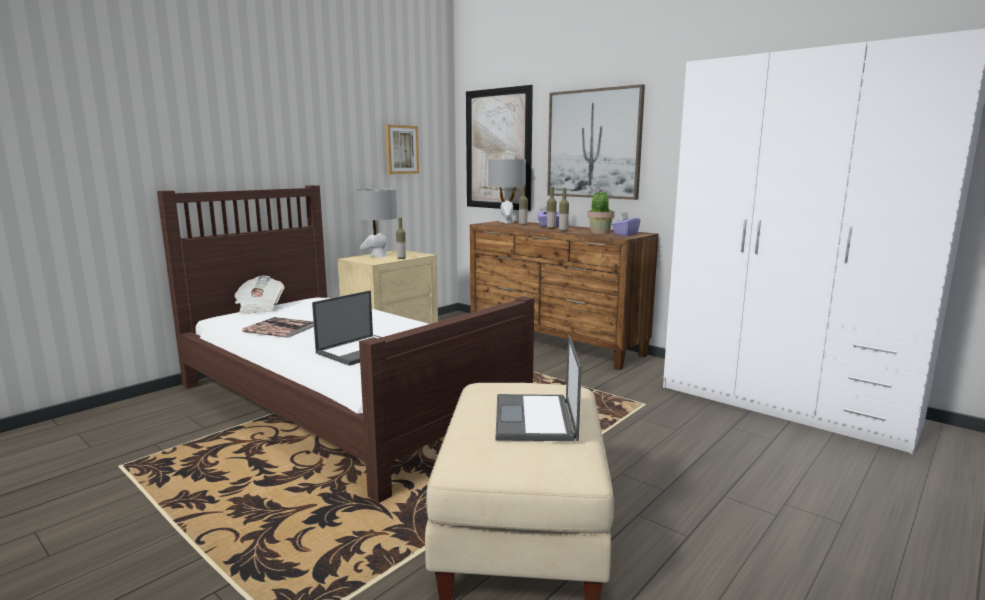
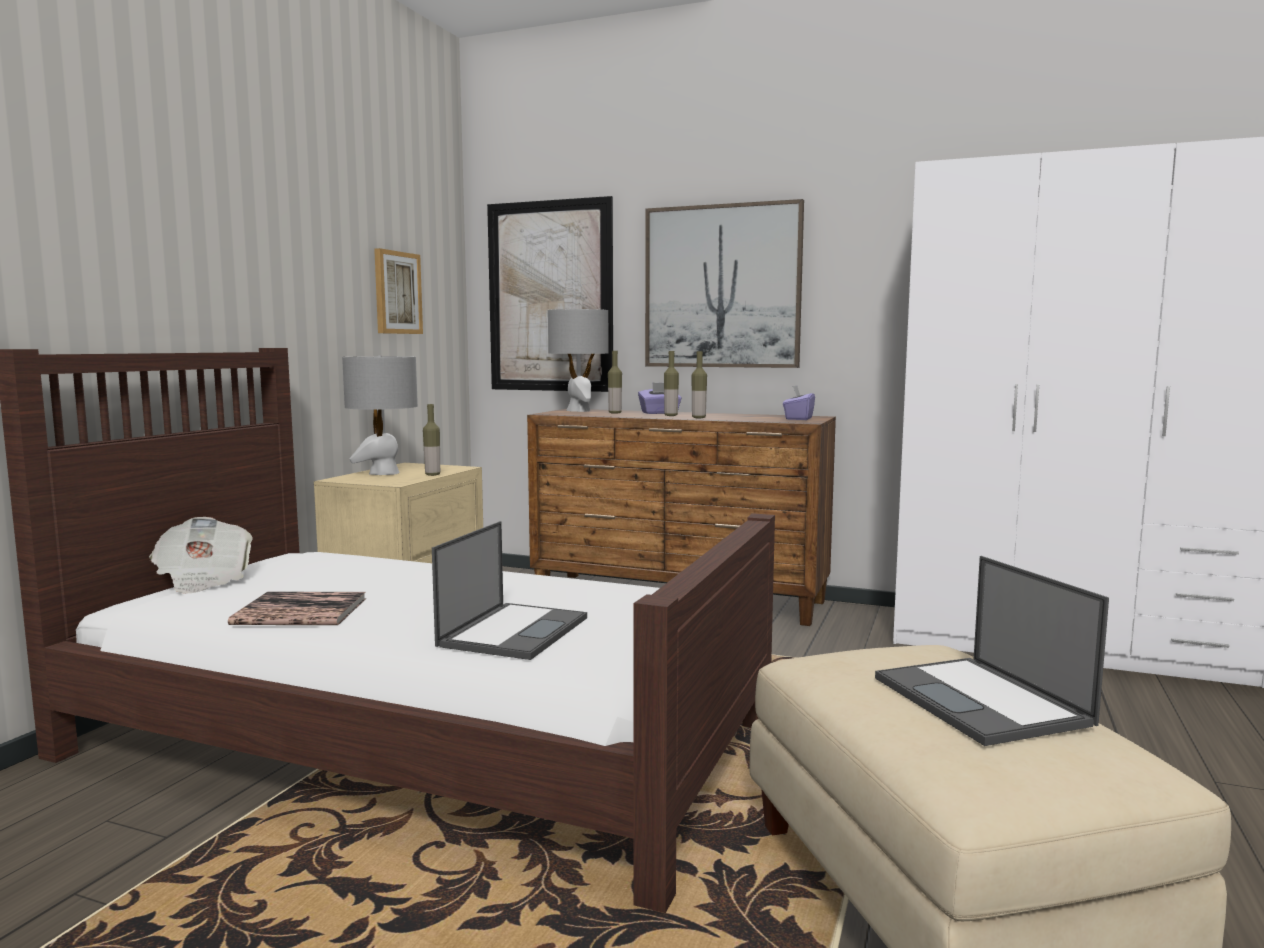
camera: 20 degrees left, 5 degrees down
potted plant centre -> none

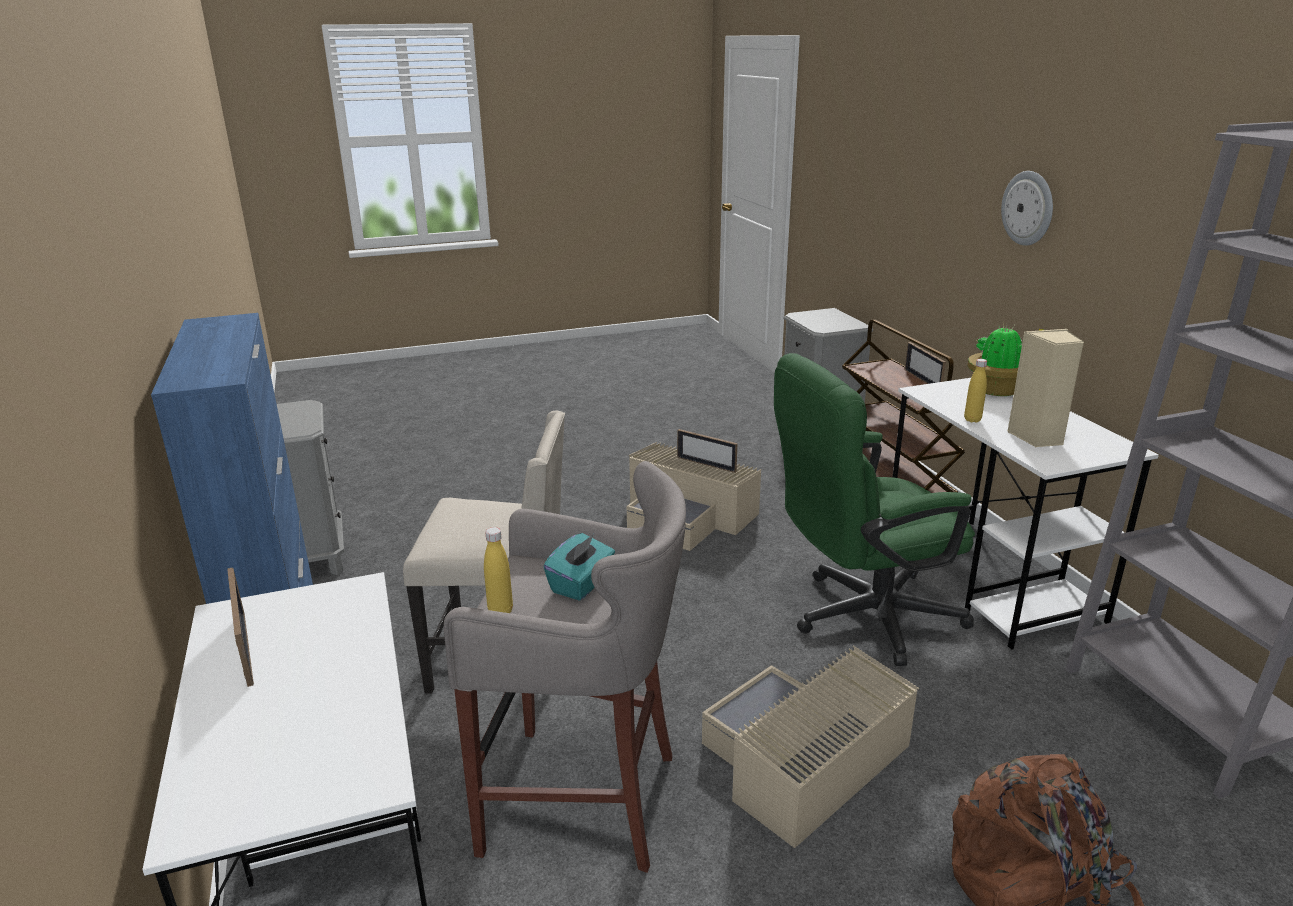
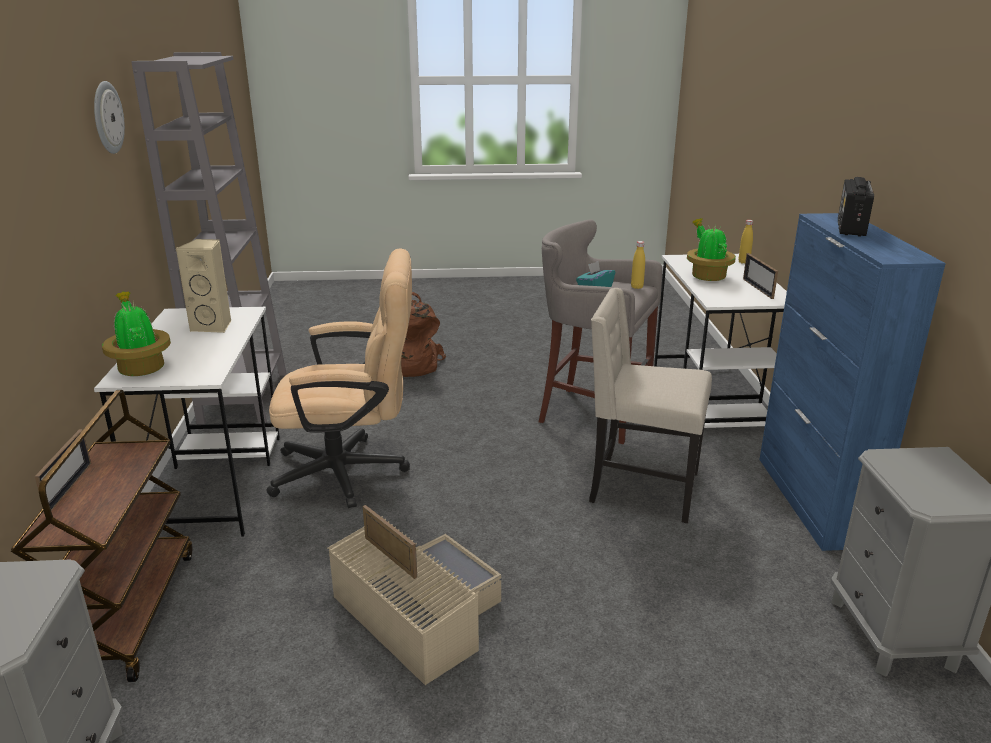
camera: 165 degrees left, 0 degrees up
clock on the wall top right -> clock on the wall top left, relocated
office chair (green-coloured) middle right -> office chair (sand-coloured) centre
beverage bottle (yellow-coloured) (no. 2 from left) middle right -> beverage bottle (yellow-coloured) (no. 2 from left) top right, relocated
storage container (sand-coloured) (no. 2 from left) bottom centre -> none
none -> radio receiver top right
none -> potted plant (no. 2 from left) middle right

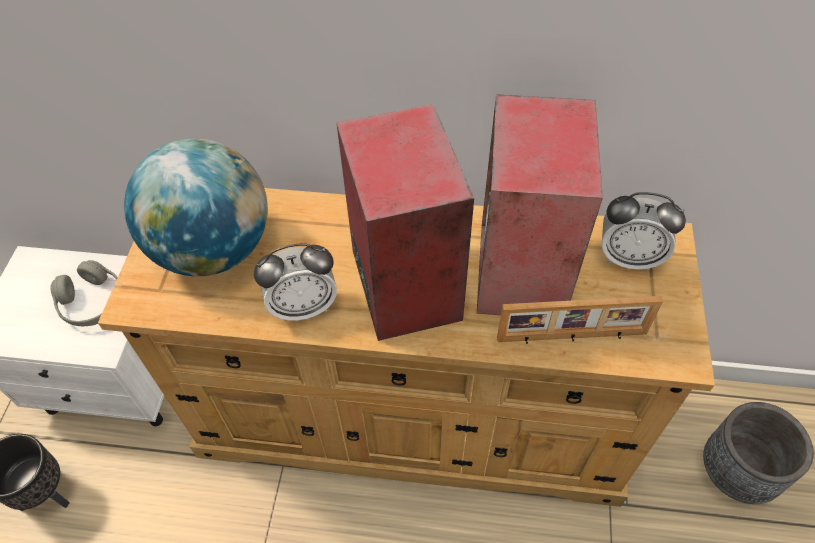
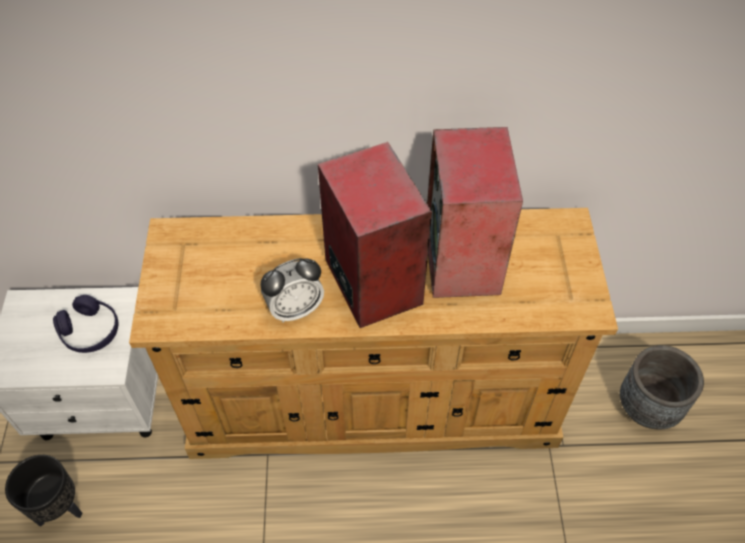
camera: 10 degrees left, 0 degrees up
world globe middle left -> none
alarm clock (no. 2 from left) middle right -> none
headset (grey) middle left -> headset (purple-coloured) middle left
picture frame middle right -> none

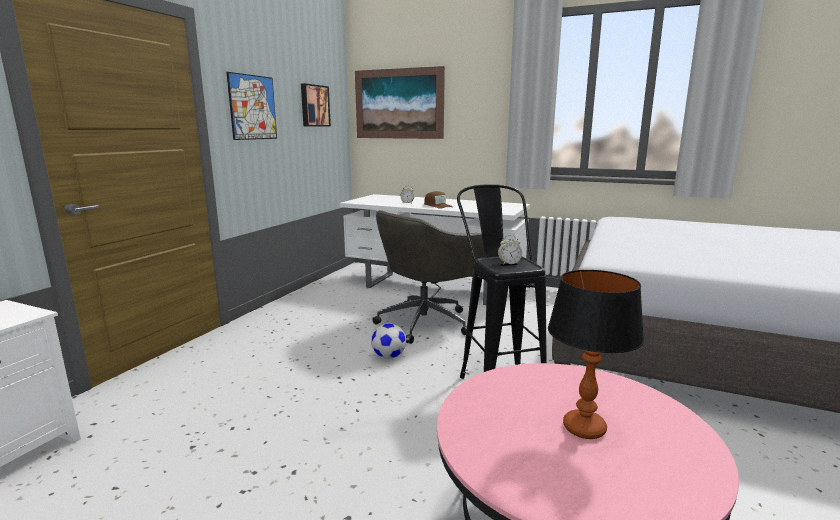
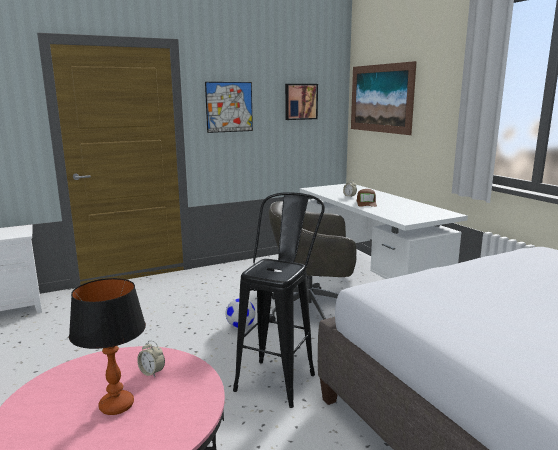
camera: 40 degrees right, 0 degrees up
alarm clock (no. 2 from left in the first image) centre -> alarm clock (no. 1 from left) bottom left, relocated

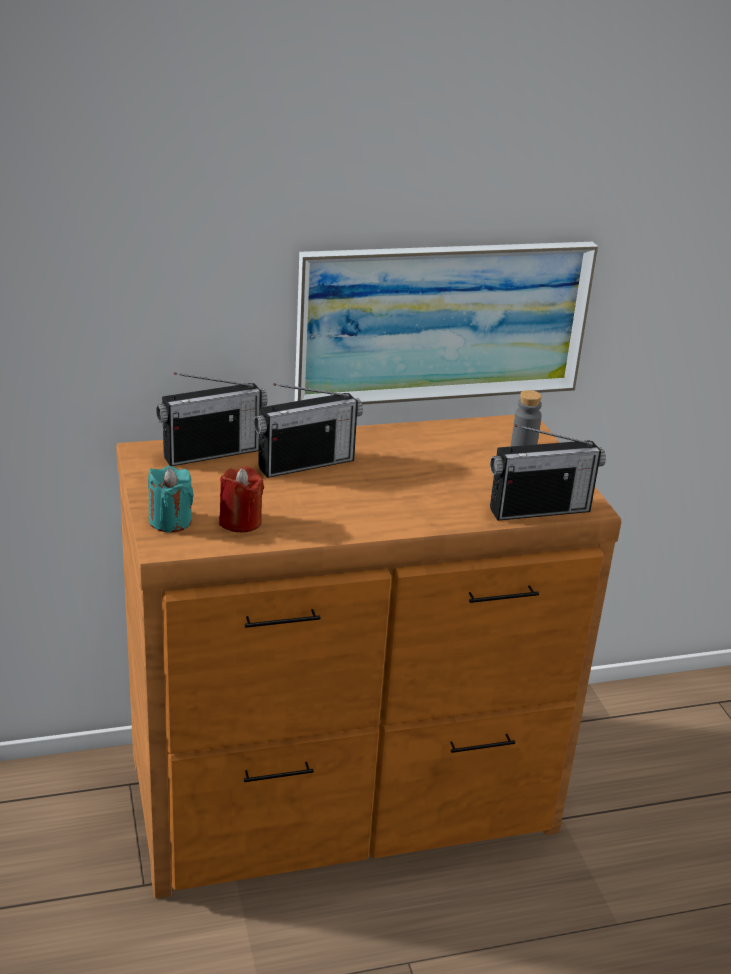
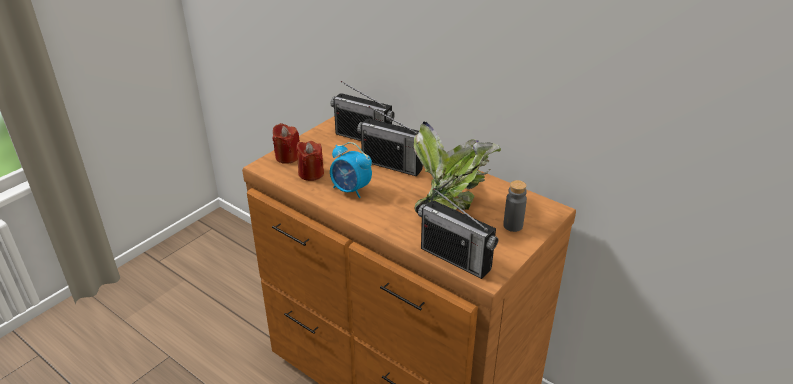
camera: 55 degrees right, 5 degrees up
picture top centre -> none
wax candle (turquoise-coloured) middle left -> wax candle (reddish) (no. 1 from left) centre
none -> potted plant centre
none -> alarm clock centre

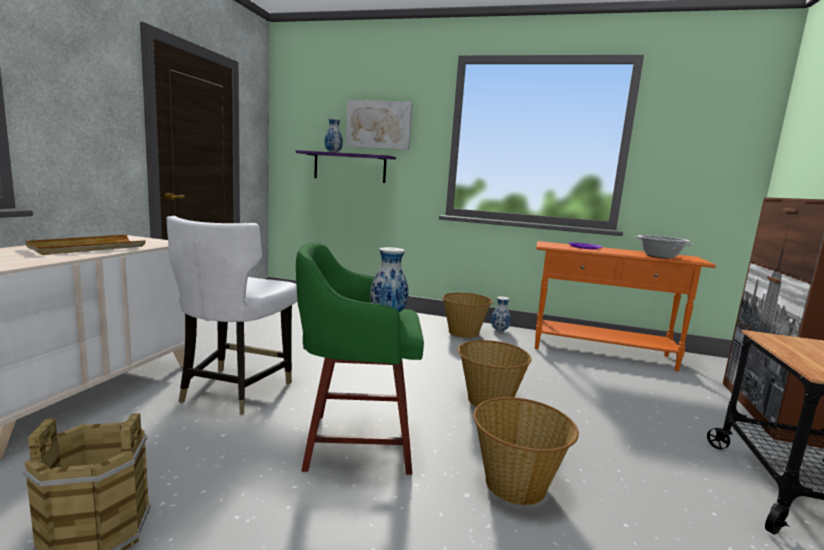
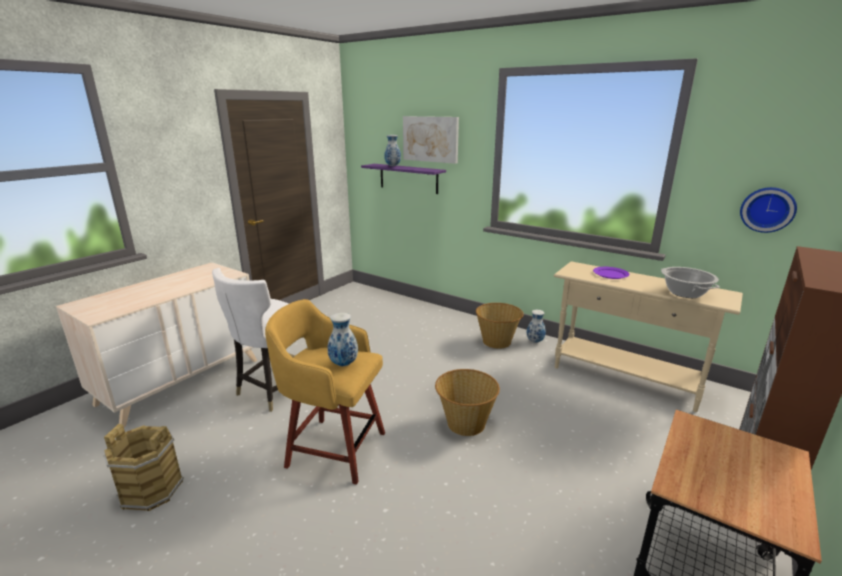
camera: 20 degrees right, 10 degrees up
tray (sand-coloured) middle left -> none
hall table (orangey) middle right -> hall table (sand-coloured) middle right
stool seat (green-coloured) centre -> stool seat (yellow-coloured) bottom centre
household basket (no. 3 from left) bottom centre -> none
none -> clock on the wall middle right

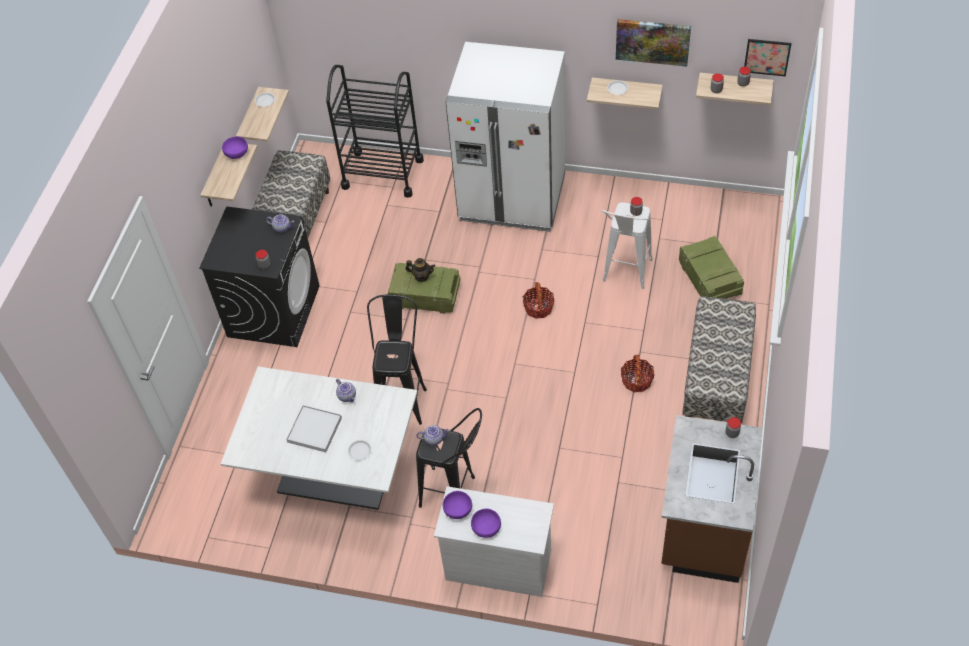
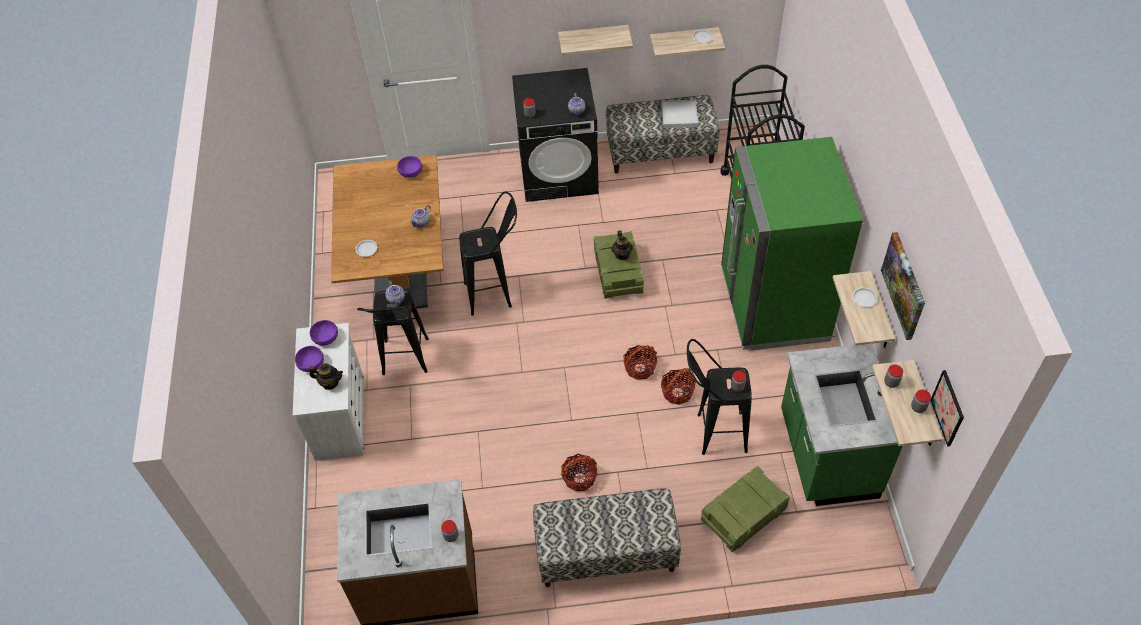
camera: 70 degrees right, 0 degrees up
fridge (whitish) top centre -> fridge (green-coloured) middle right
deep dish (purple-coloured) (no. 1 from left in the first image) top left -> deep dish (purple-coloured) (no. 3 from left) top centre, relocated
stool seat (whitish) centre -> stool seat (black-coloured) (no. 3 from left) centre
dinner table (whitish) bottom left -> dinner table (brown-coloured) centre
tray (whitish) middle left -> tray (whitish) top centre, relocated
none -> counter (green-coloured) bottom right
none -> teapot (no. 1 from left) middle left
none -> household basket (no. 3 from left) centre

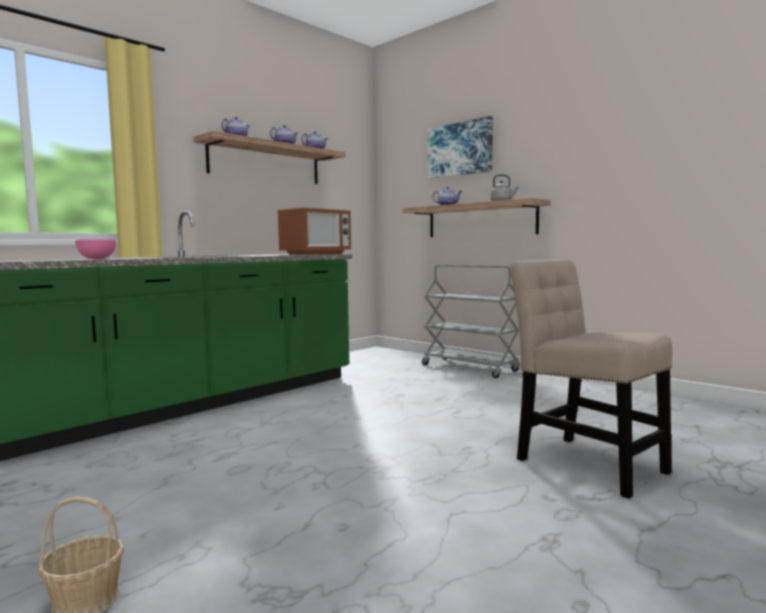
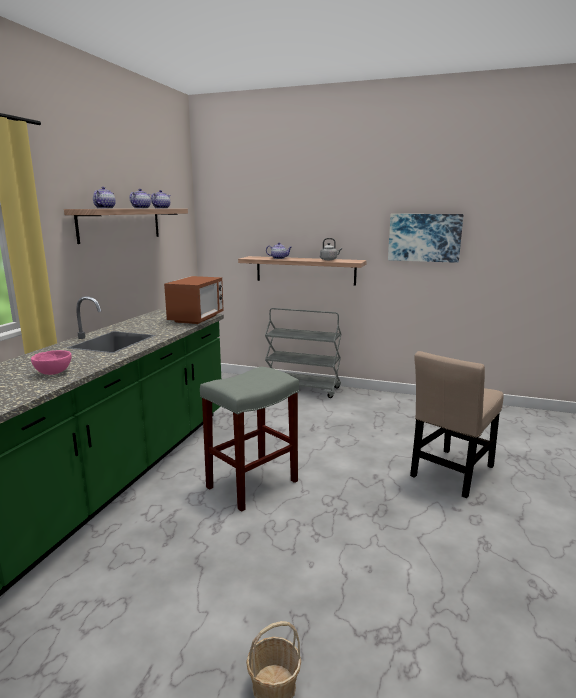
camera: 25 degrees left, 10 degrees up
picture top centre -> picture middle right, relocated
chair (sand-coloured) middle right, 75 degrees counterclockwise
none -> stool seat (grey) centre

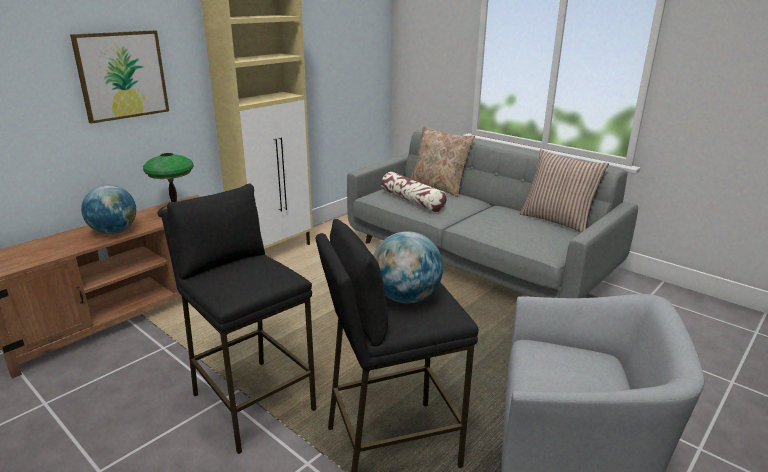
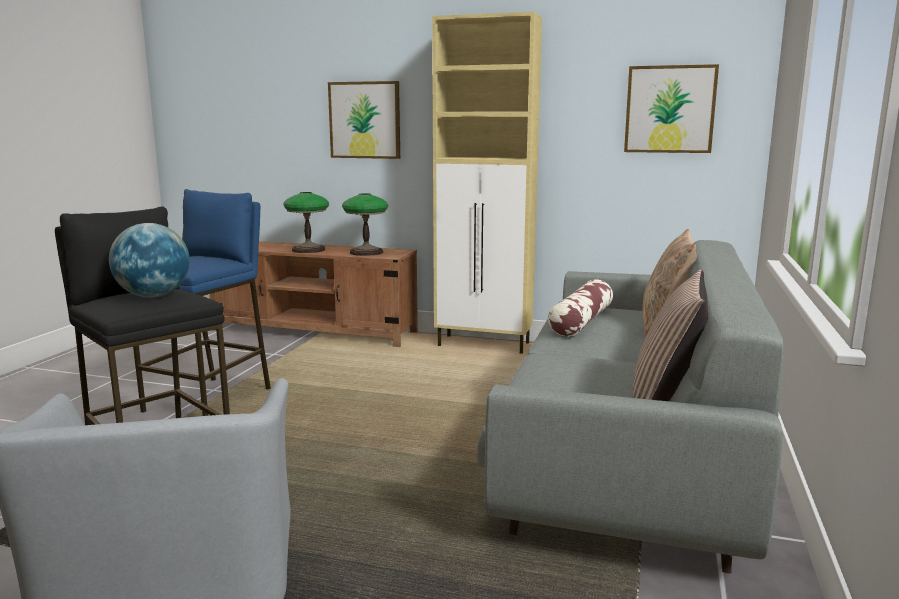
camera: 65 degrees right, 10 degrees down
stool seat (black-coloured) (no. 1 from left) bottom left -> stool seat (blue-coloured) middle left
world globe (no. 1 from left) middle left -> lamp for a table (no. 1 from left) centre
none -> picture (no. 2 from left) top right

